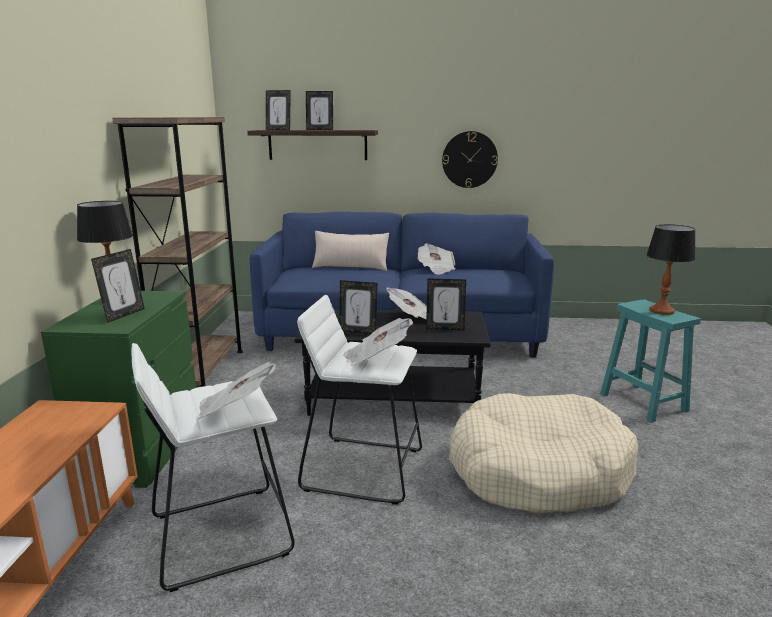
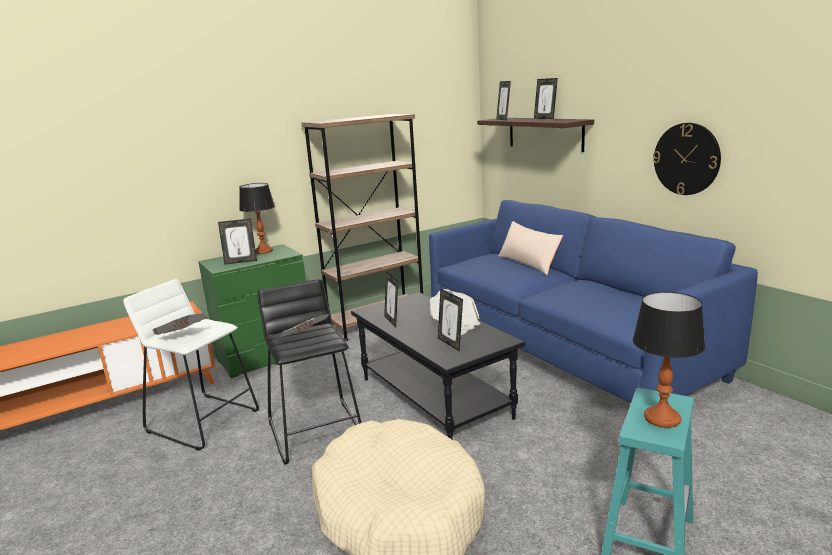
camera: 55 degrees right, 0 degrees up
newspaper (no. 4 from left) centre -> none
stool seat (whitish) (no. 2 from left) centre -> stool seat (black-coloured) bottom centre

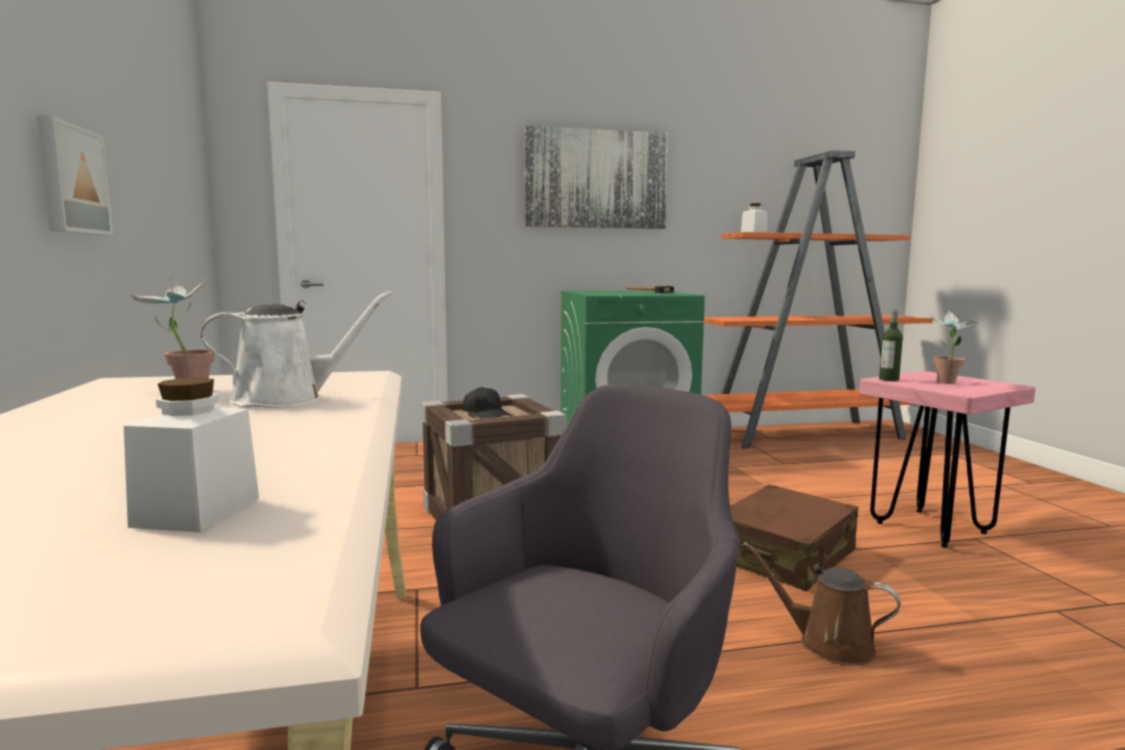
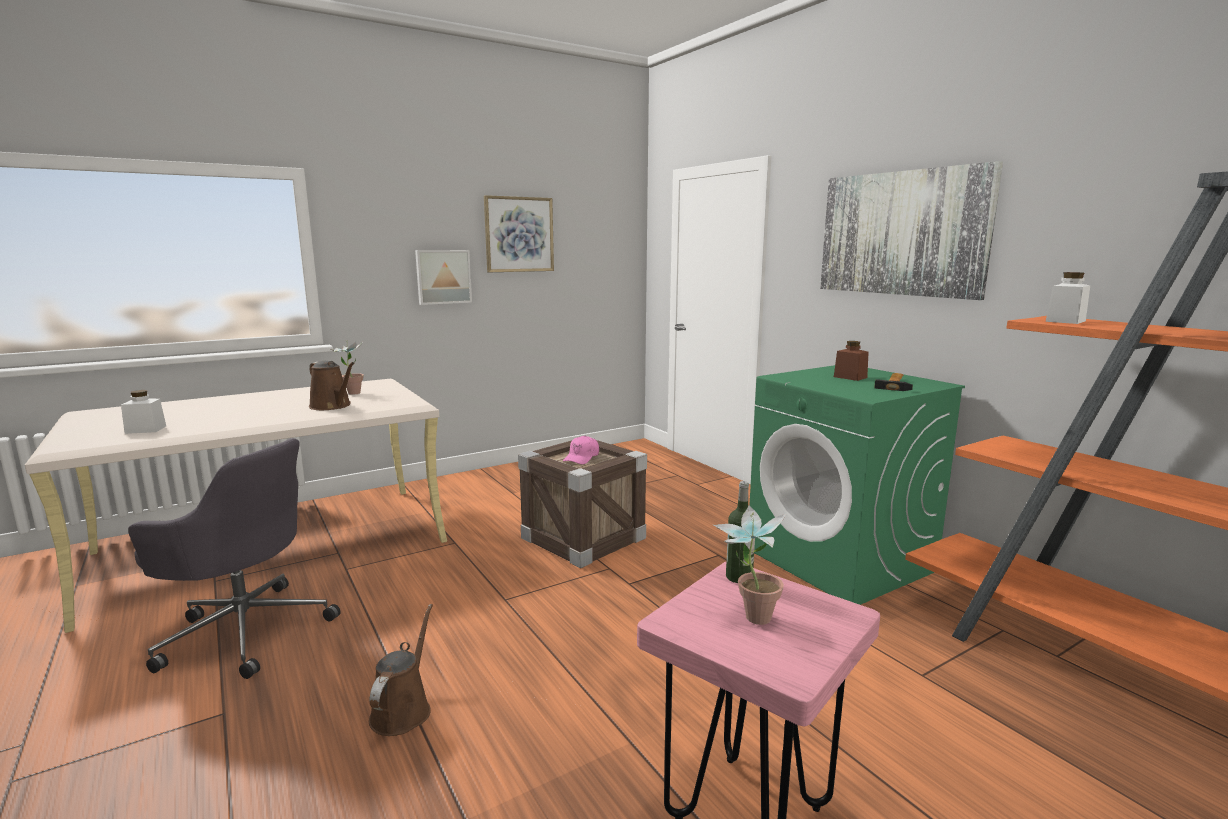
camera: 70 degrees right, 5 degrees up
watering pot (whitish) middle left -> watering pot (brown-coloured) (no. 1 from left) middle left
cap (black-coloured) centre -> cap (pinkish) centre
piece of luggage (brown-coloured) bottom right -> none
none -> picture (no. 2 from left) top centre
none -> preserve jar (brown-coloured) middle right

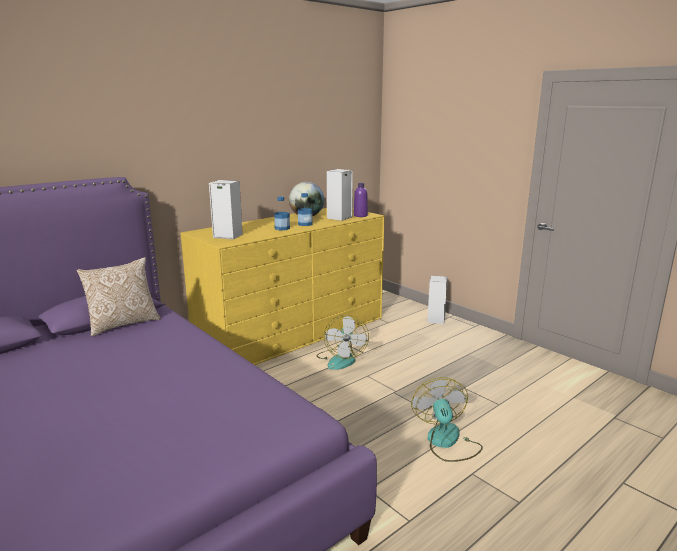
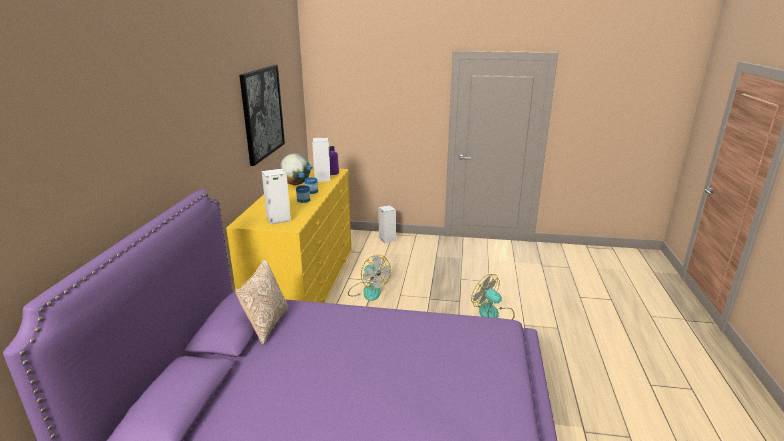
camera: 40 degrees left, 5 degrees up
none -> picture top centre

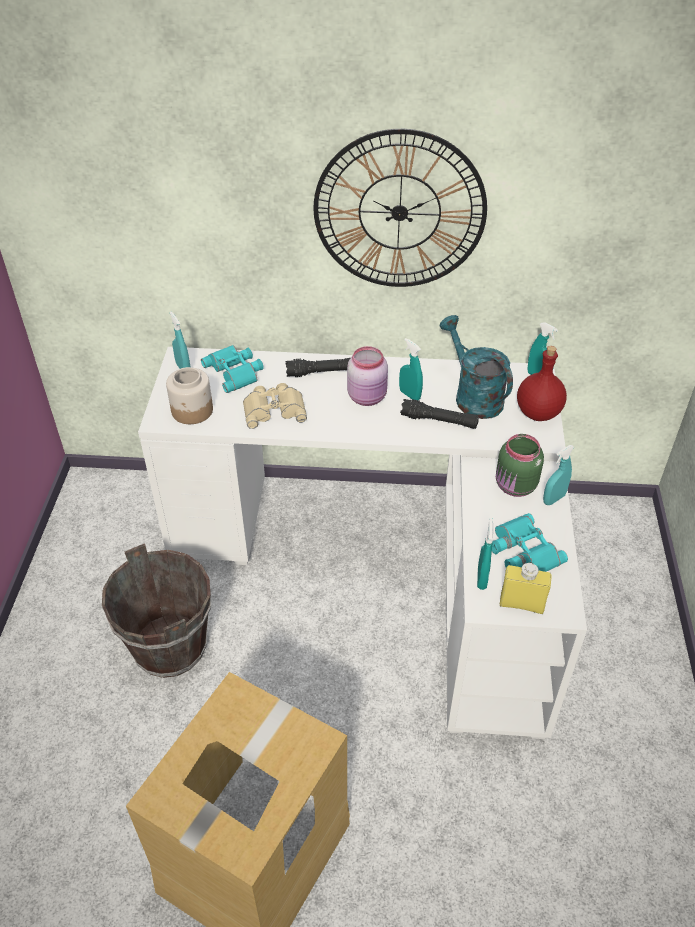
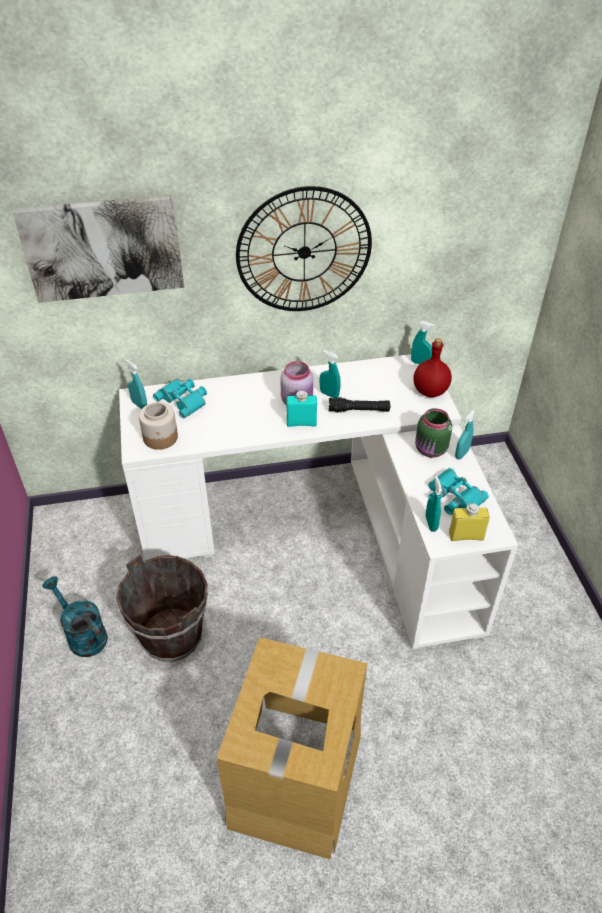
camera: 15 degrees left, 0 degrees up
watering pot (turquoise-coloured) middle right -> watering pot (turquoise-coloured) bottom left, relocated
torch (black-coloured) (no. 1 from left) centre -> none
binoculars (sand-coloured) centre -> none
none -> picture top left
none -> beverage bottle (turquoise-coloured) centre

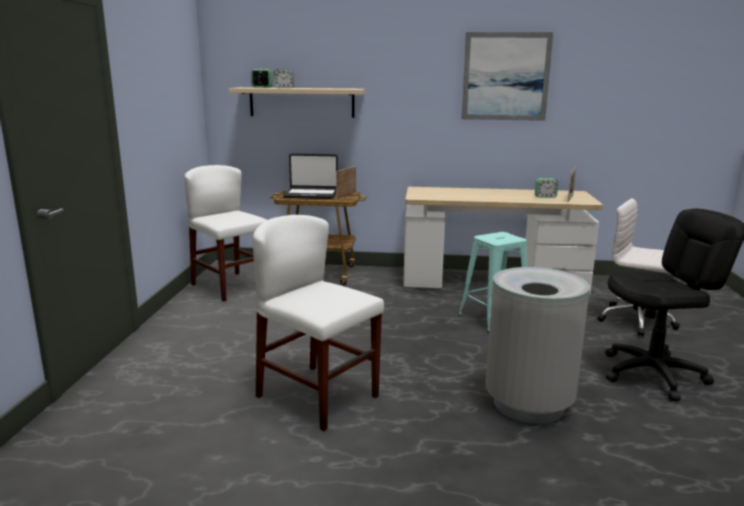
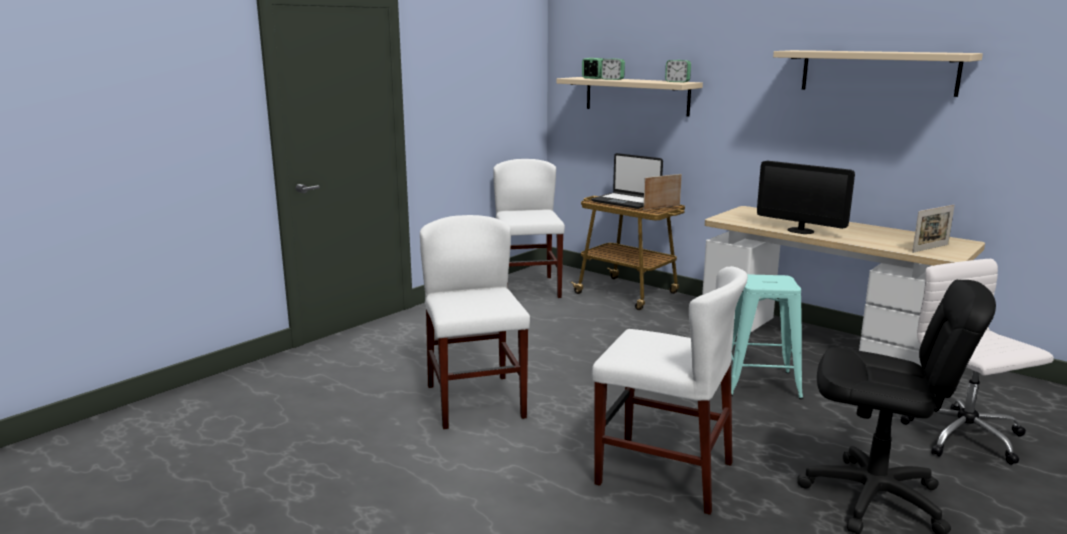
camera: 35 degrees right, 0 degrees up
picture top right -> bracket shelf (sand-coloured) (no. 2 from left) top right
alarm clock (no. 3 from left) middle right -> alarm clock (no. 3 from left) top centre, relocated
trash can (grey) bottom right -> chair (whitish) (no. 3 from left) bottom centre
none -> computer display middle right

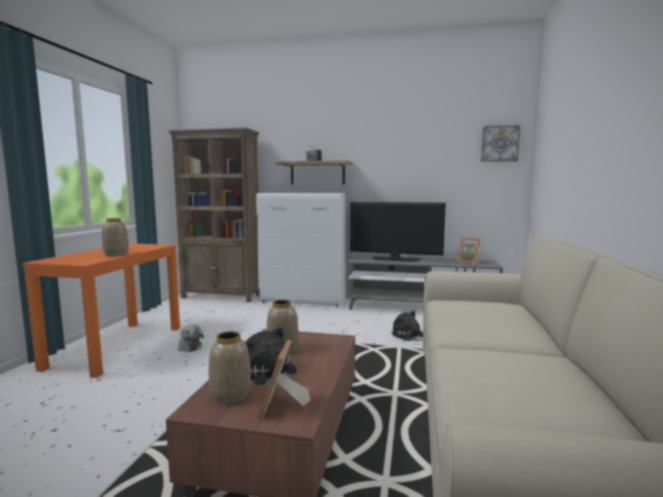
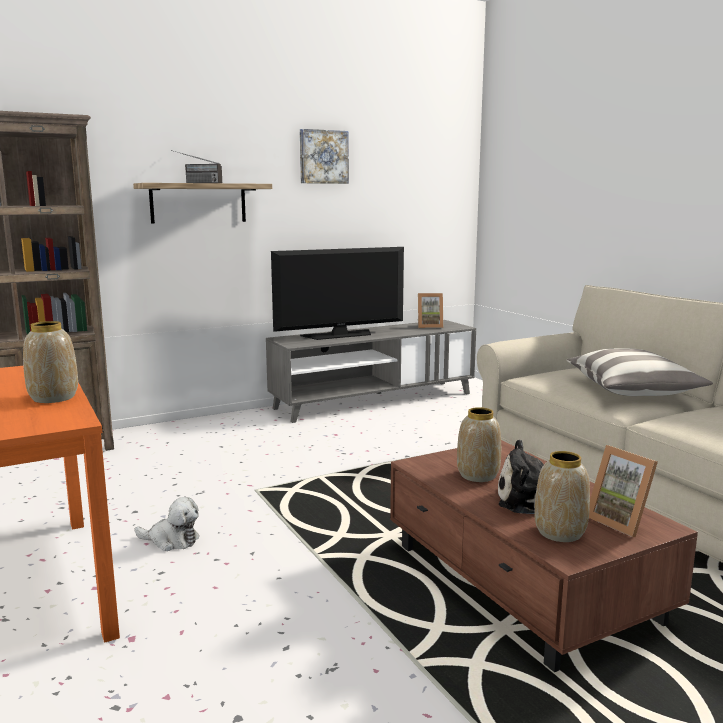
camera: 40 degrees left, 5 degrees up
picture top right -> picture top centre, relocated
cupboard (whitish) centre -> none
cuddly toy (no. 3 from left) centre -> none
none -> pillow middle right

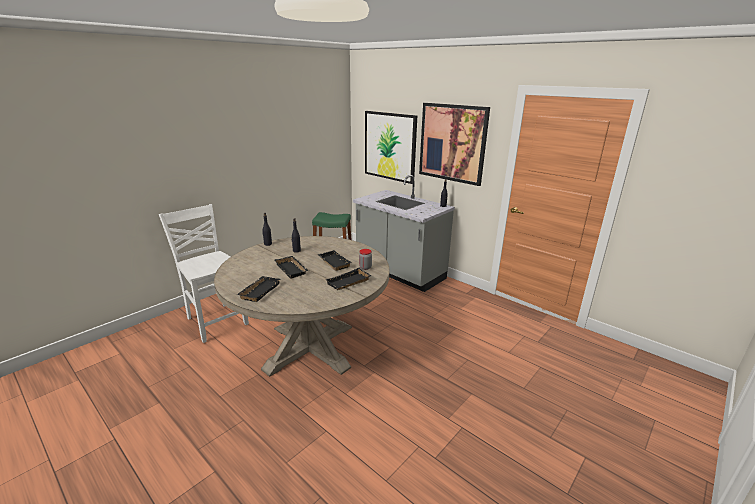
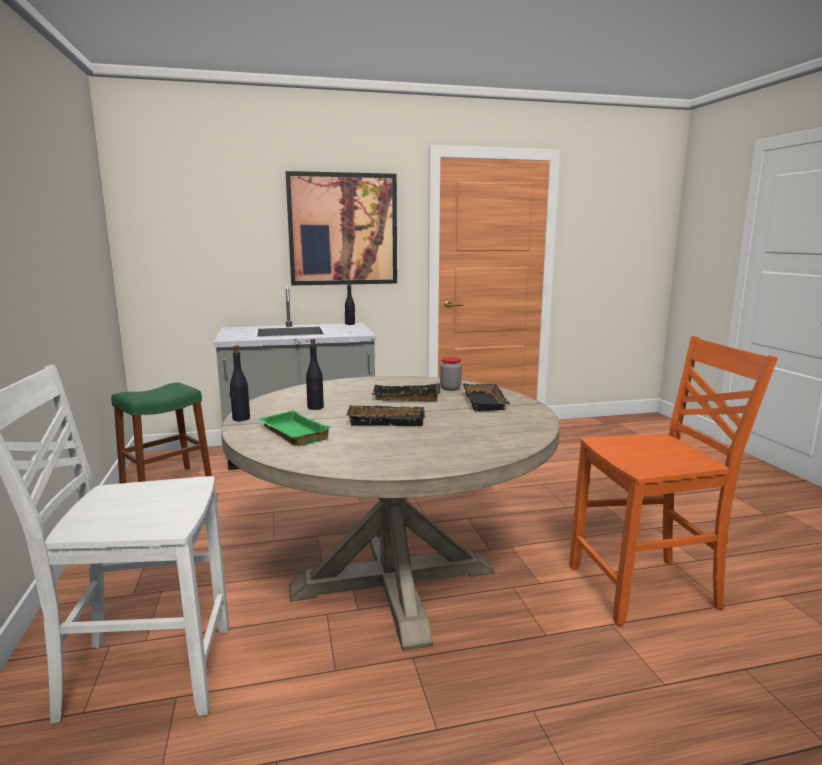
camera: 55 degrees left, 10 degrees down
picture (no. 1 from left) top centre -> none
tray (black-coloured) (no. 1 from left) centre -> none
none -> chair (orangey) middle right
none -> tray (green-coloured) centre

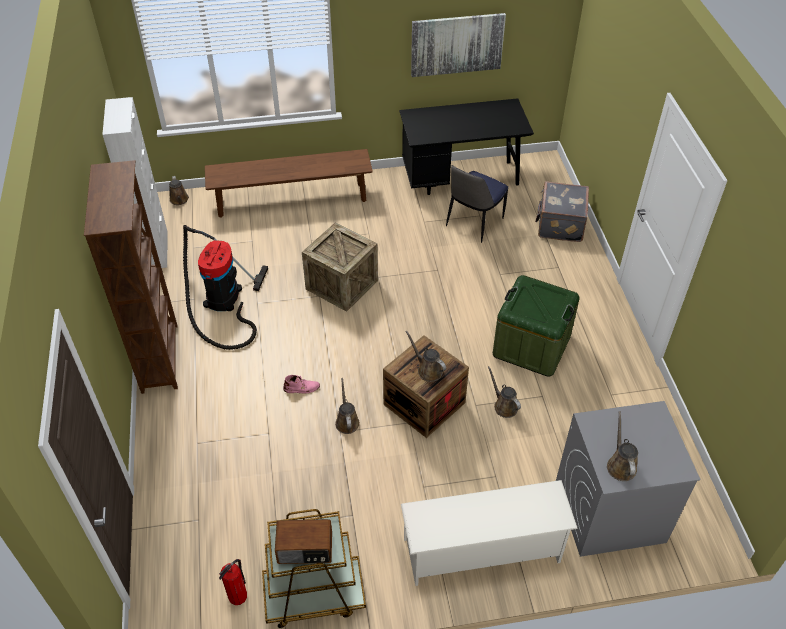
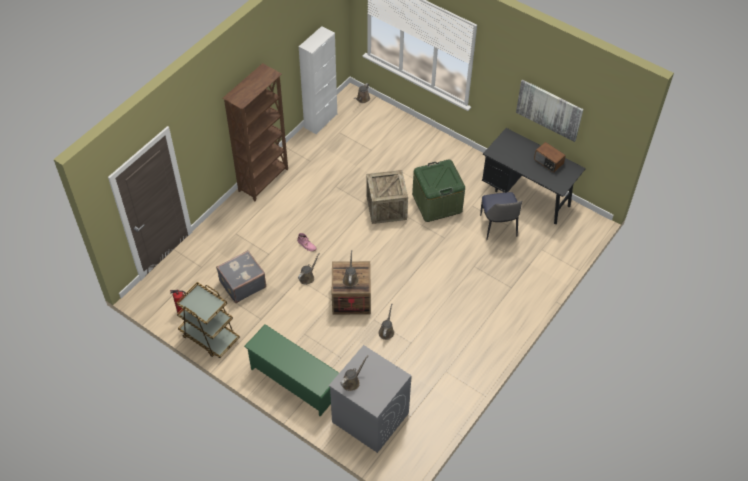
camera: 45 degrees right, 5 degrees up
indoor bench (brown-coloured) top centre -> none
chair top centre -> chair middle right, 90 degrees counterclockwise
piece of luggage (grey) middle right -> piece of luggage (grey) middle left, relocated
vacuum middle left -> none
storage container (green-coloured) middle right -> storage container (green-coloured) centre, relocated
shoe stand (whitish) bottom centre -> shoe stand (green-coloured) bottom centre
radio receiver bottom centre -> radio receiver top right, relocated

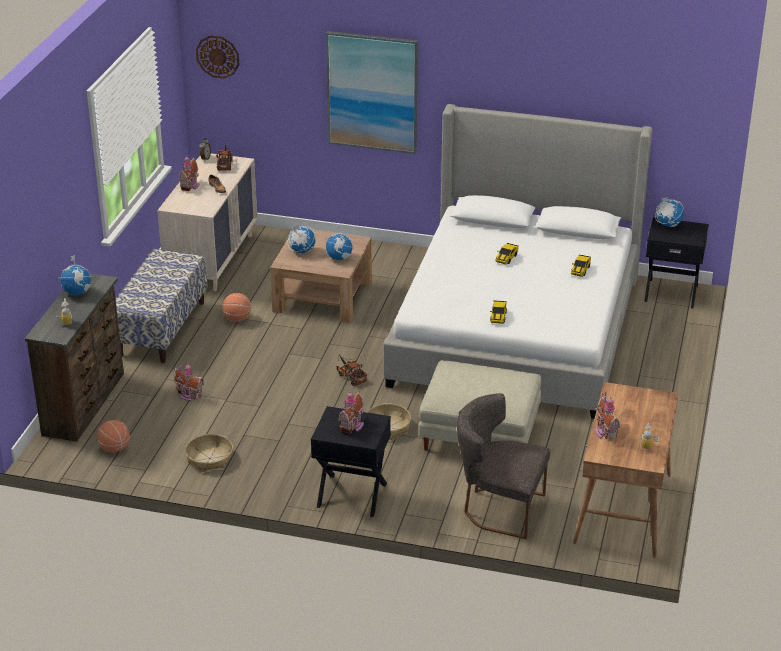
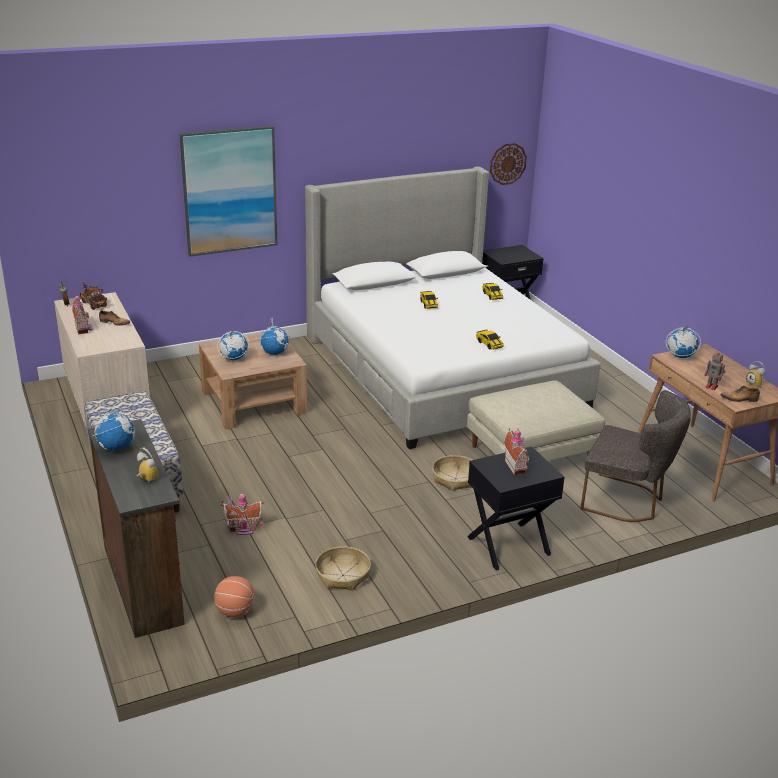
camera: 40 degrees left, 5 degrees down
clock on the wall top left -> clock on the wall top centre, relocated
world globe (no. 4 from left) top right -> world globe (no. 4 from left) middle right, relocated
basketball (no. 2 from left) middle left -> none
toy lorry (no. 2 from left) centre -> none
toy house (no. 4 from left) middle right -> robot figure middle right
chair (grey) bottom centre -> chair (grey) middle right, 135 degrees counterclockwise
none -> shoe (no. 2 from left) middle right

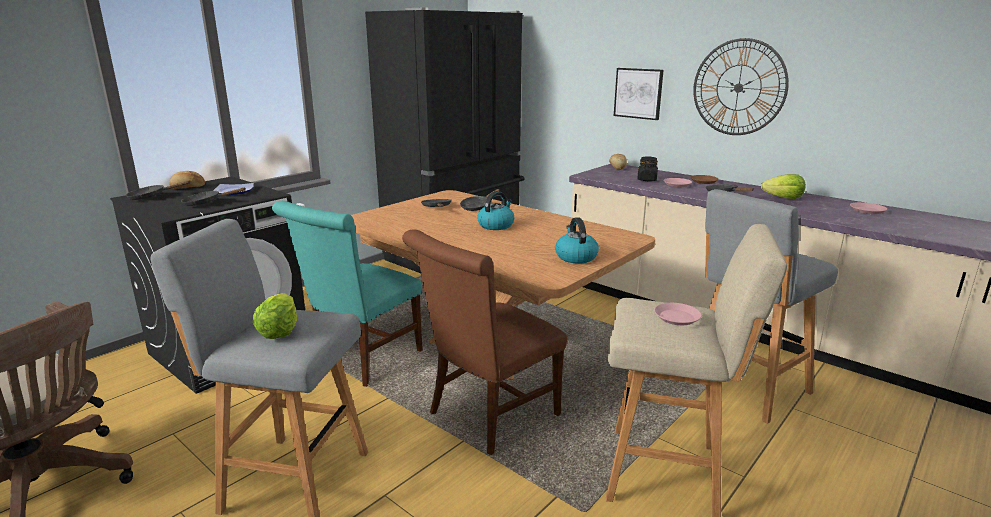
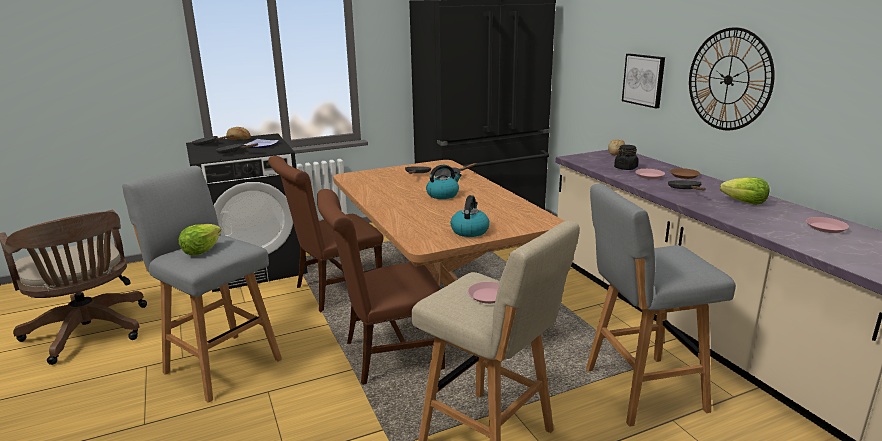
camera: 25 degrees right, 0 degrees up
chair (turquoise-coloured) centre -> chair (brown-coloured) (no. 1 from left) centre

